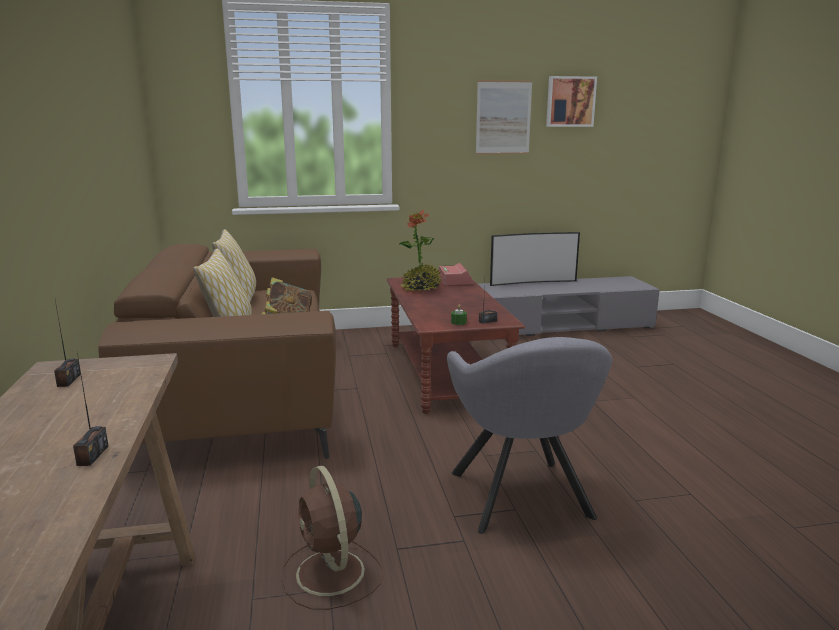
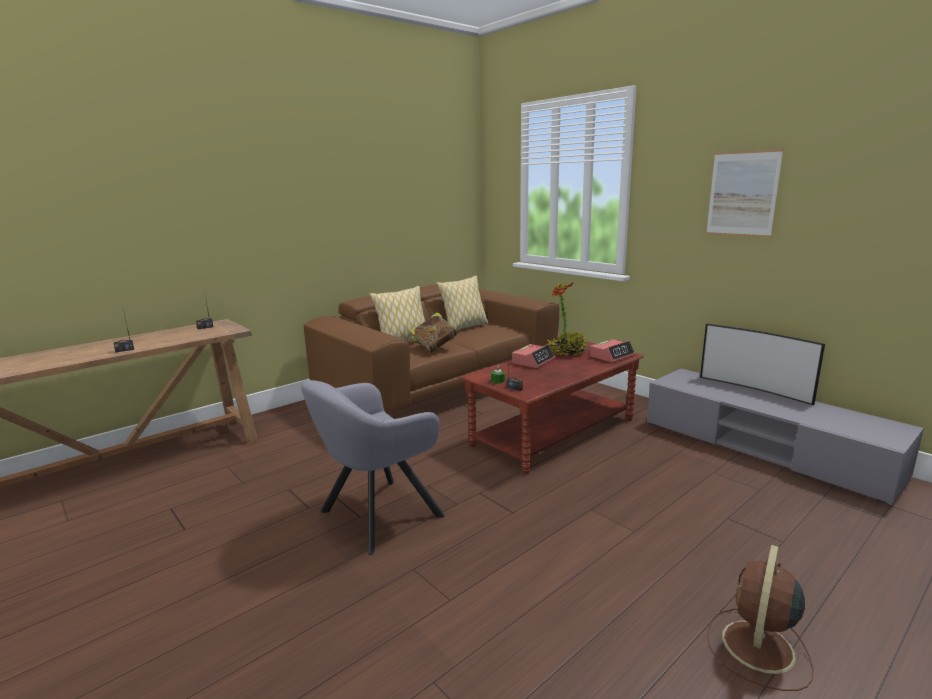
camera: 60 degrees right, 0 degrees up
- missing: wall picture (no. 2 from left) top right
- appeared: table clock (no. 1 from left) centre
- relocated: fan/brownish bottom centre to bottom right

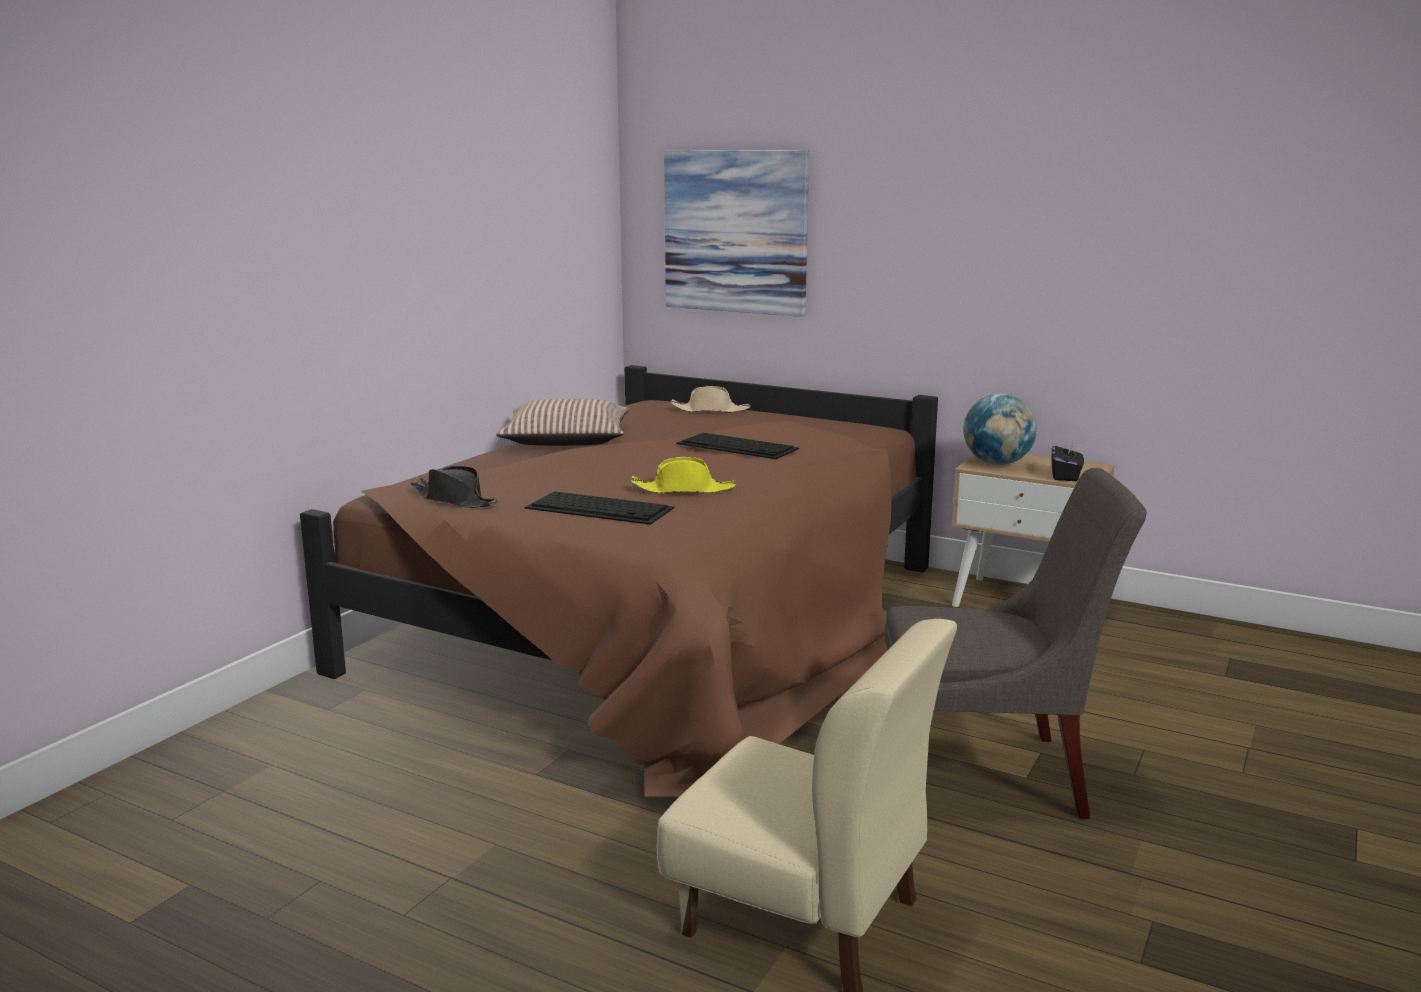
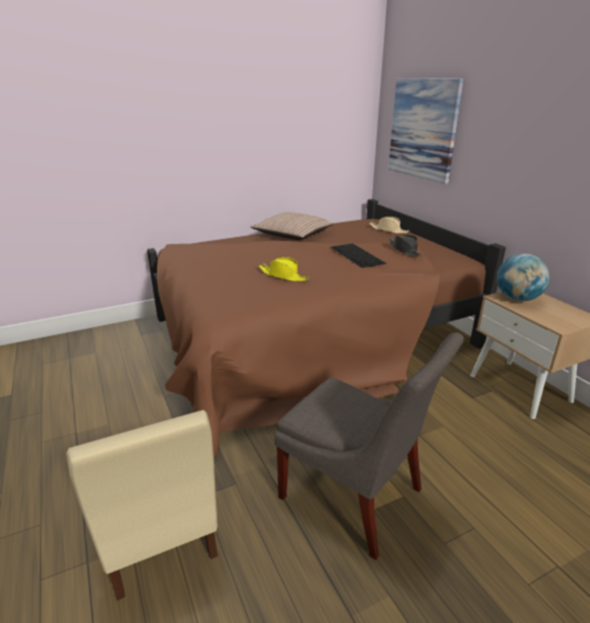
camera: 35 degrees right, 10 degrees up
- missing: computer keyboard (no. 1 from left) centre
- missing: tissue box/blackish middle right
- relocated: hat/blackish middle left to middle right

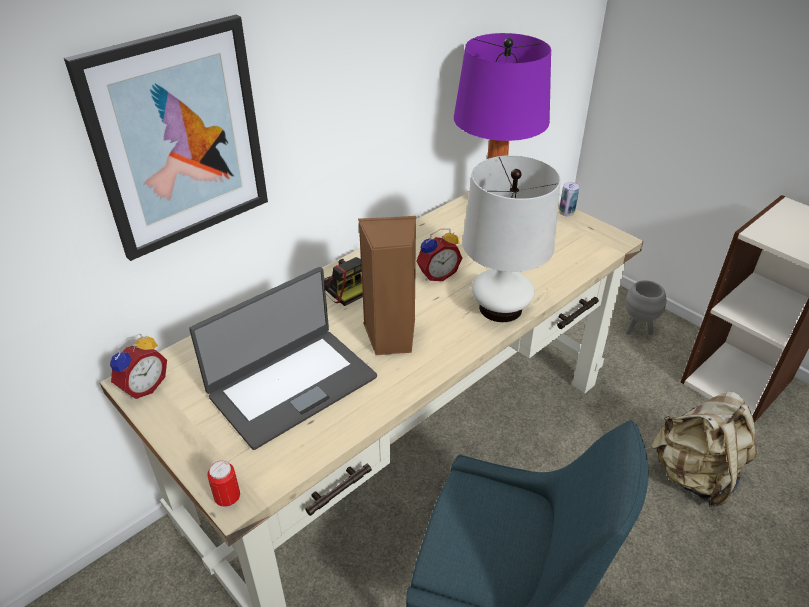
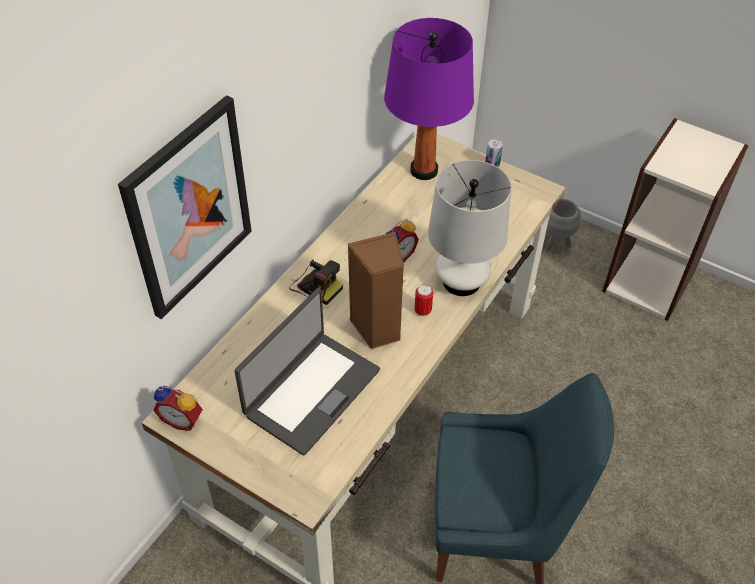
camera: 15 degrees left, 10 degrees up
- missing: backpack/beige-coloured bottom right
- relocated: metal can (no. 1 from left) bottom left to centre
- spun: table clock (no. 1 from left) middle left = bottom left 90 degrees clockwise

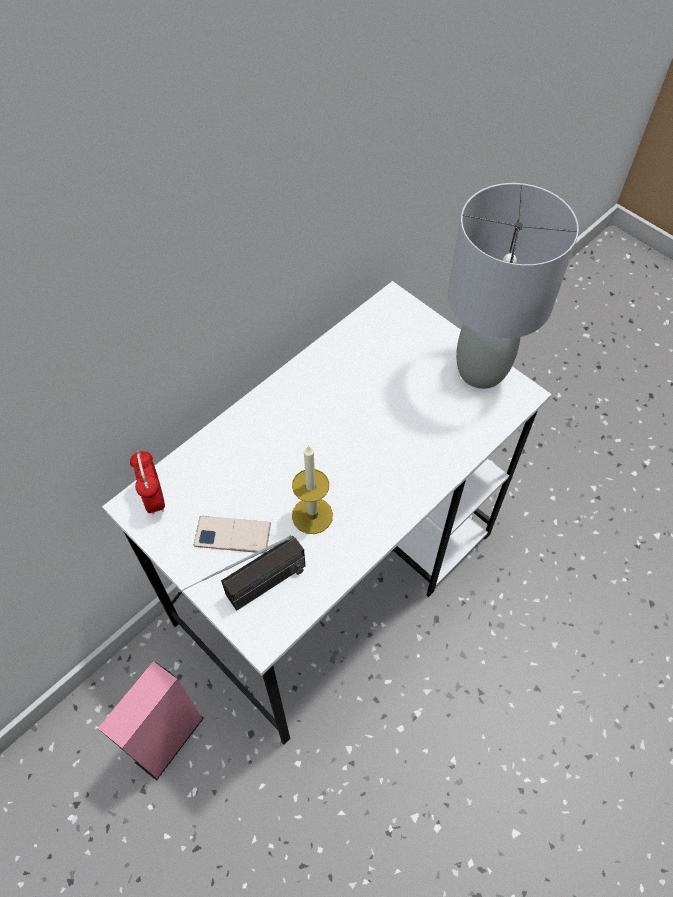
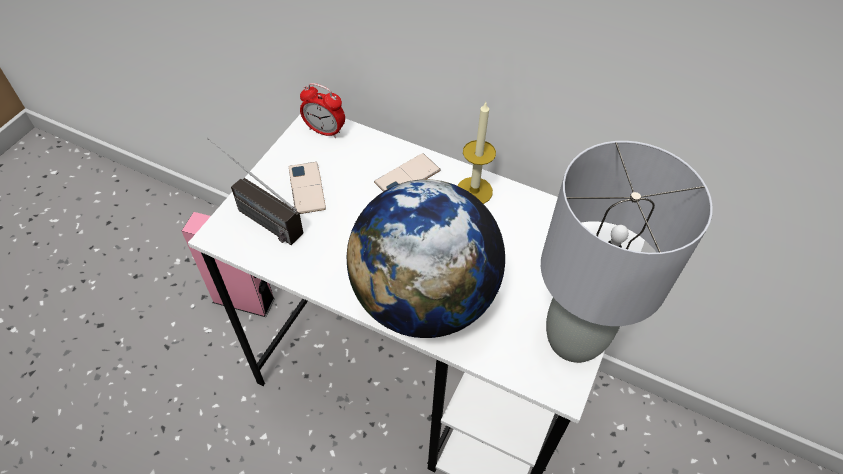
camera: 70 degrees right, 5 degrees down
- appeared: world globe centre
- appeared: phone (no. 2 from left) centre
- relocated: wax light centre to top centre
- spun: table clock middle left = top centre 120 degrees counterclockwise

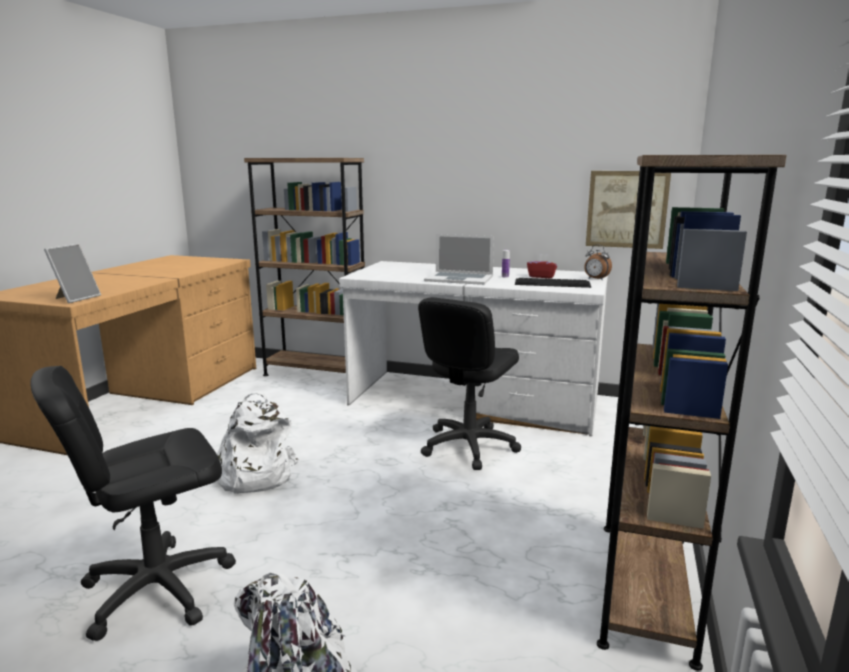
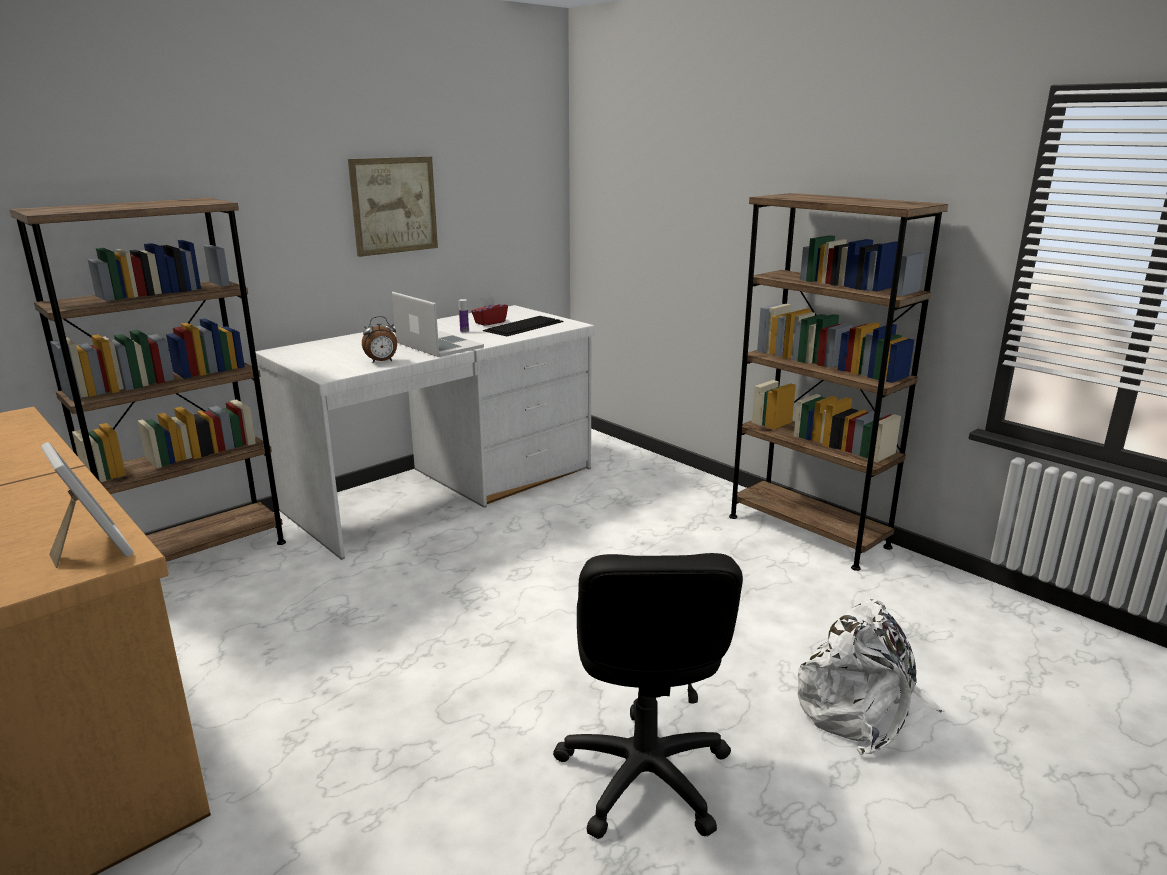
camera: 60 degrees left, 5 degrees up
- missing: backpack/white (no. 1 from left) middle left
- missing: computer chair/blackish (no. 2 from left) centre
- relocated: table clock middle right to middle left
- relocated: wall picture top right to top centre
- spun: laptop centre = centre 90 degrees counterclockwise

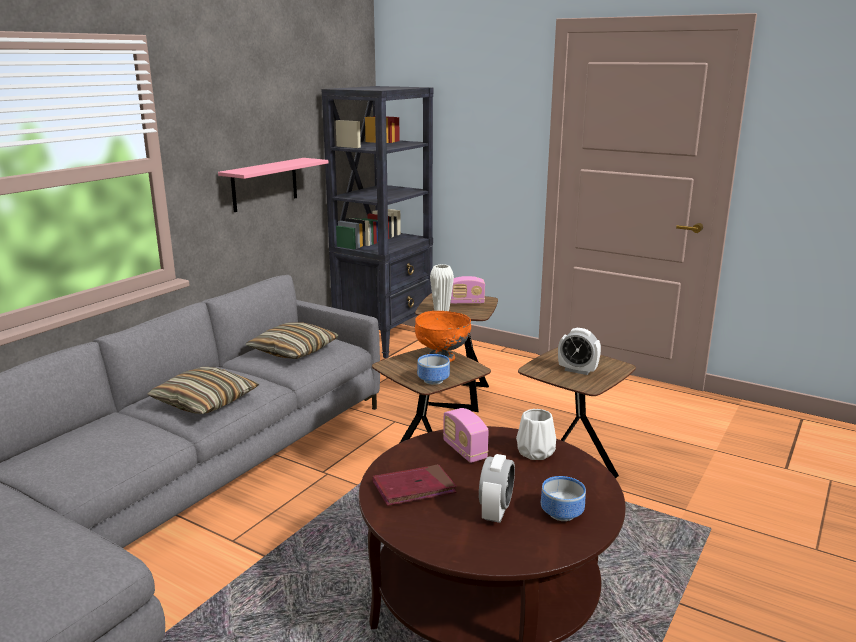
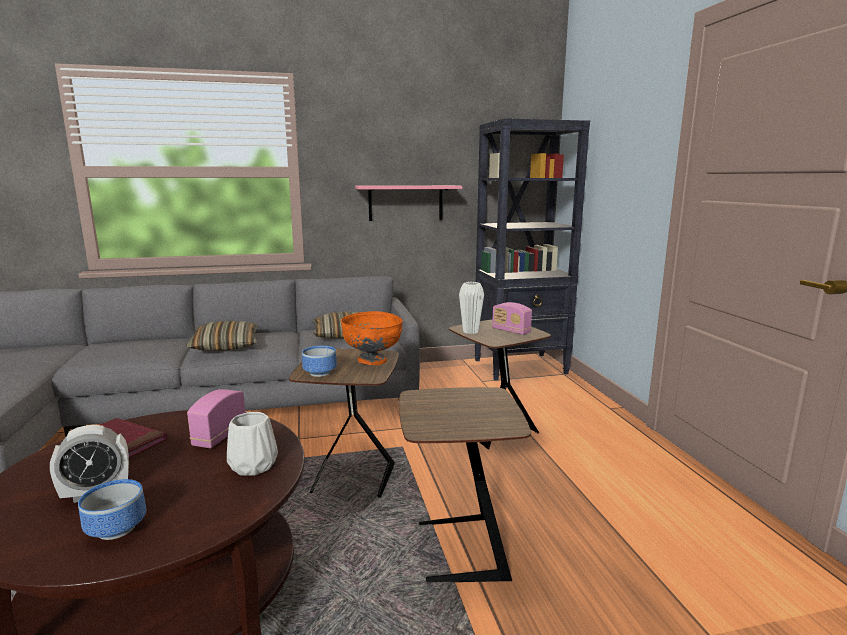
camera: 45 degrees right, 5 degrees down
- missing: table clock (no. 2 from left) middle right

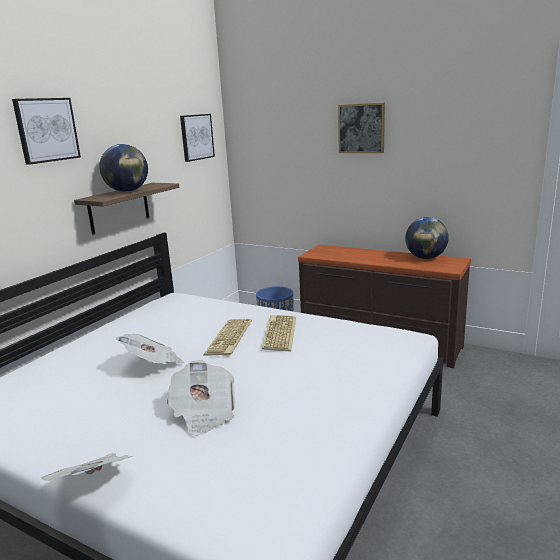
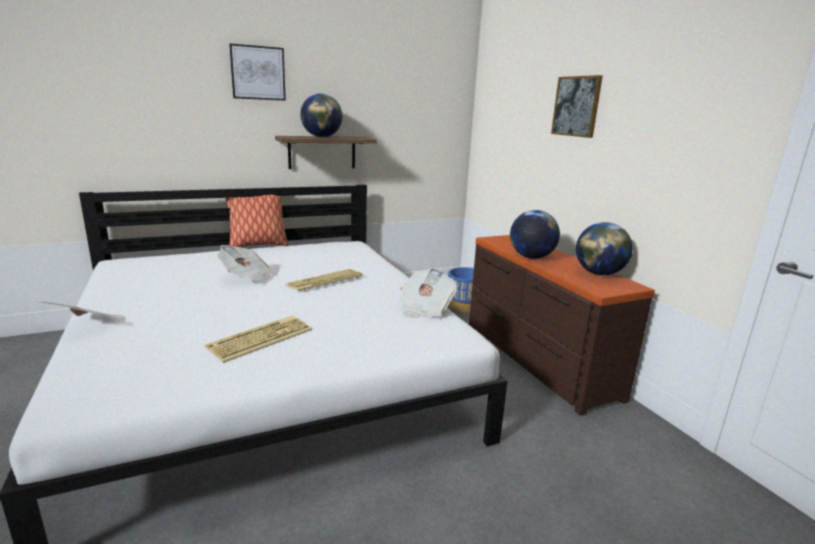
camera: 35 degrees right, 0 degrees up
- missing: wall picture (no. 2 from left) top centre
- appeared: throw pillow middle left
- appeared: world globe (no. 2 from left) centre
- relocated: newspaper (no. 3 from left) bottom centre to centre
- relocated: computer keyboard (no. 2 from left in the first image) centre to computer keyboard (no. 1 from left) middle left

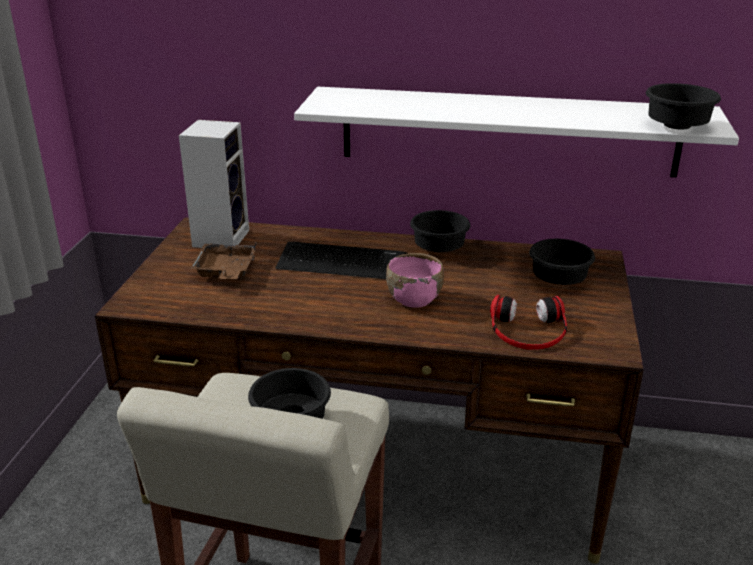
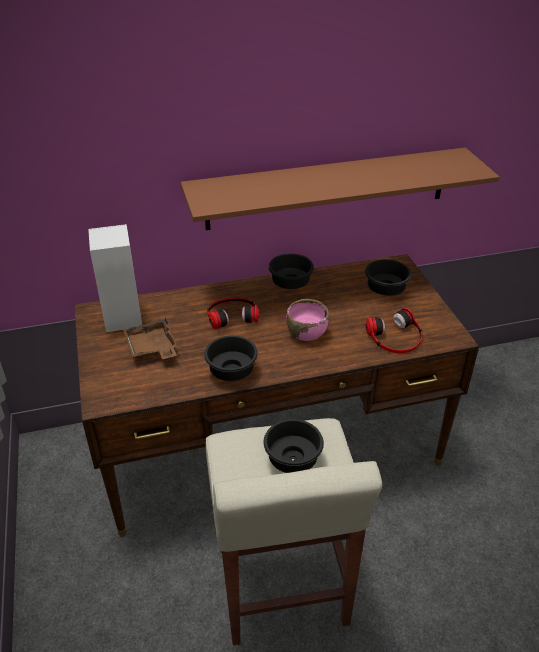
camera: 25 degrees left, 10 degrees up
- relocated: serving bowl/blackish (no. 4 from left in the first image) top right to serving bowl/blackish (no. 1 from left) centre
- exchanged: computer keyboard centre to headset (no. 1 from left) centre
- colour: bracket shelf/white top right to bracket shelf/brownish top centre

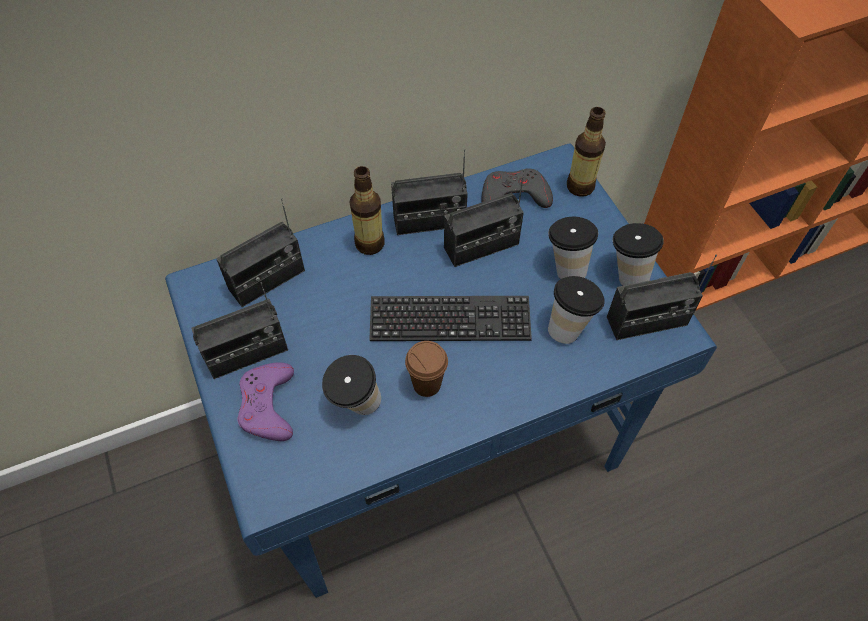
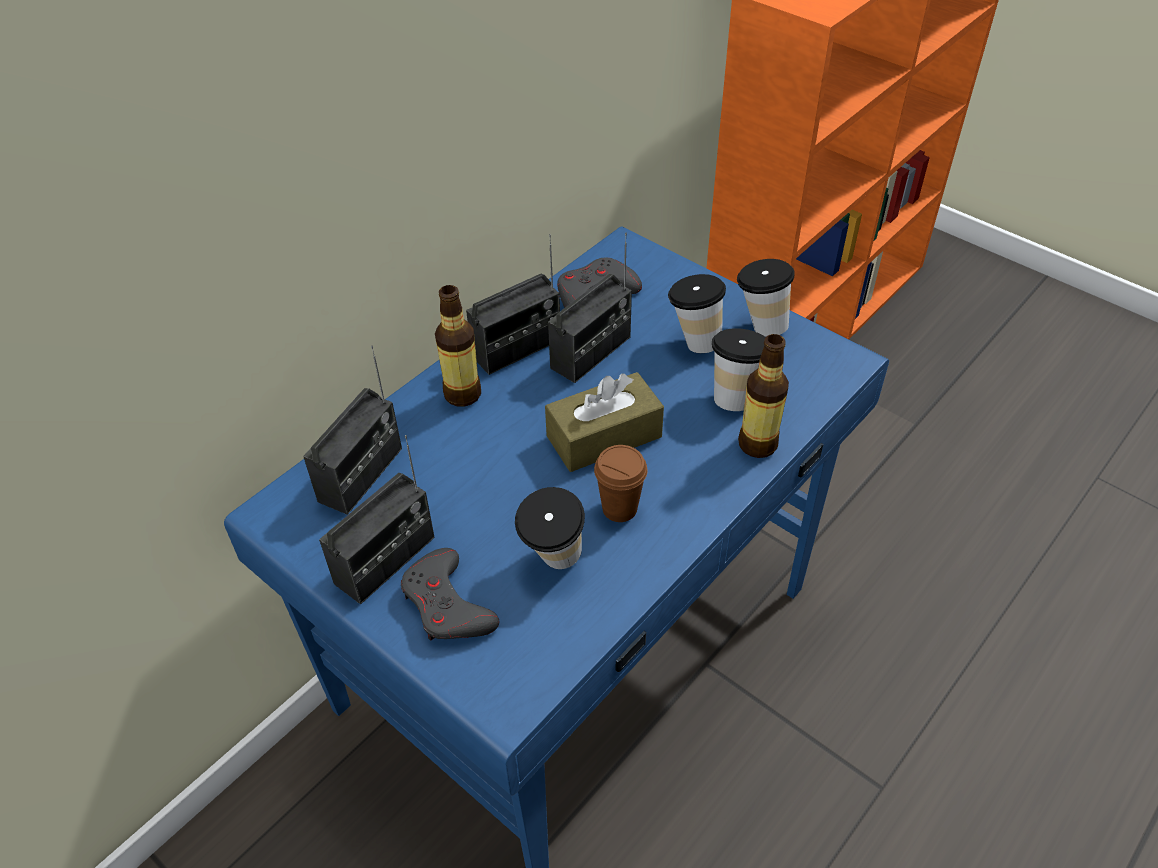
camera: 25 degrees left, 10 degrees down
- missing: radio receiver (no. 5 from left) middle right
- relocated: bottle (no. 2 from left) top right to centre
- exchanged: computer keyboard centre to tissue box/brownish centre
- colour: gamepad/purple middle left to gamepad/gray (no. 1 from left) bottom centre

